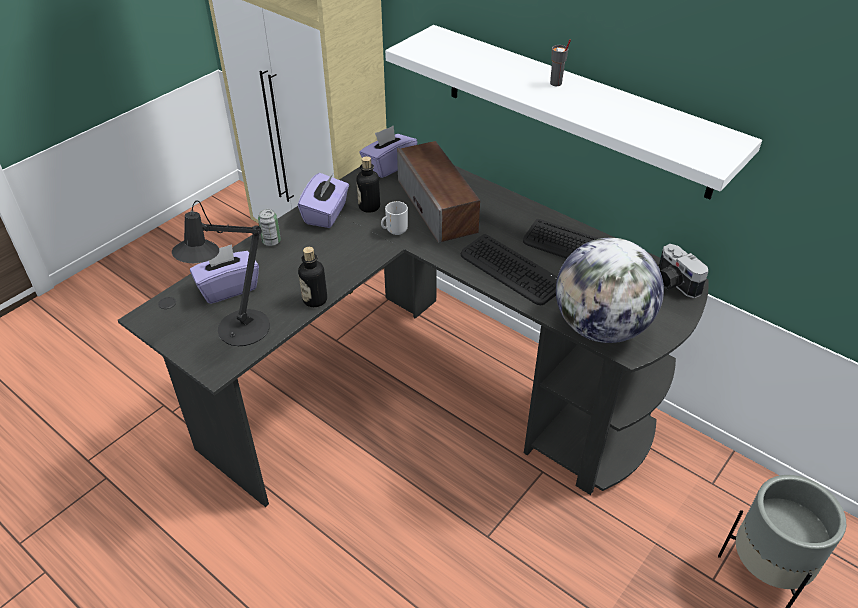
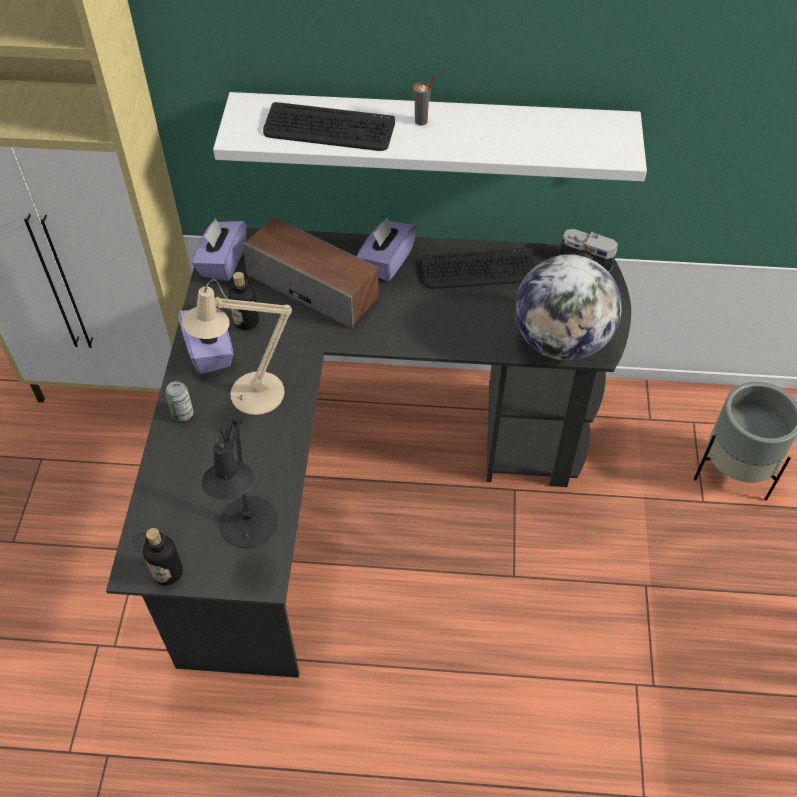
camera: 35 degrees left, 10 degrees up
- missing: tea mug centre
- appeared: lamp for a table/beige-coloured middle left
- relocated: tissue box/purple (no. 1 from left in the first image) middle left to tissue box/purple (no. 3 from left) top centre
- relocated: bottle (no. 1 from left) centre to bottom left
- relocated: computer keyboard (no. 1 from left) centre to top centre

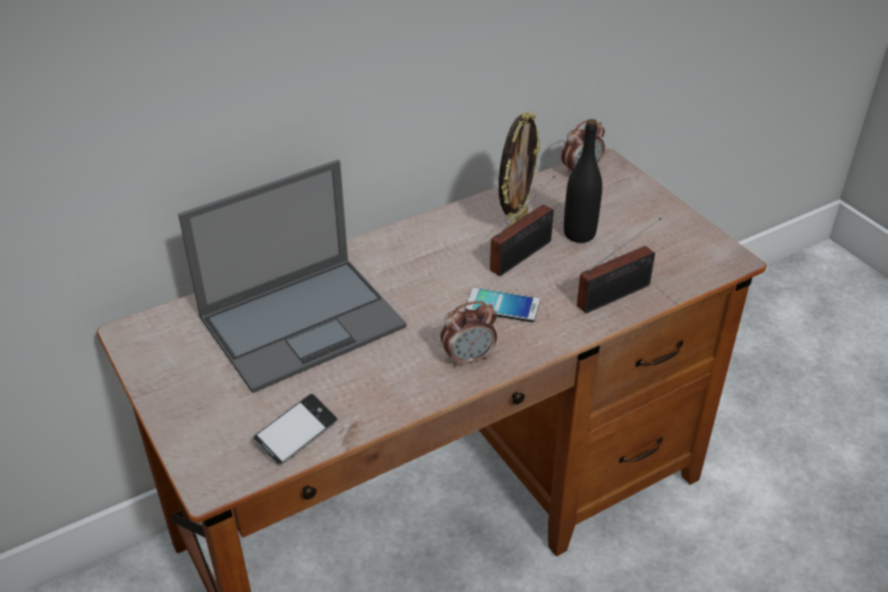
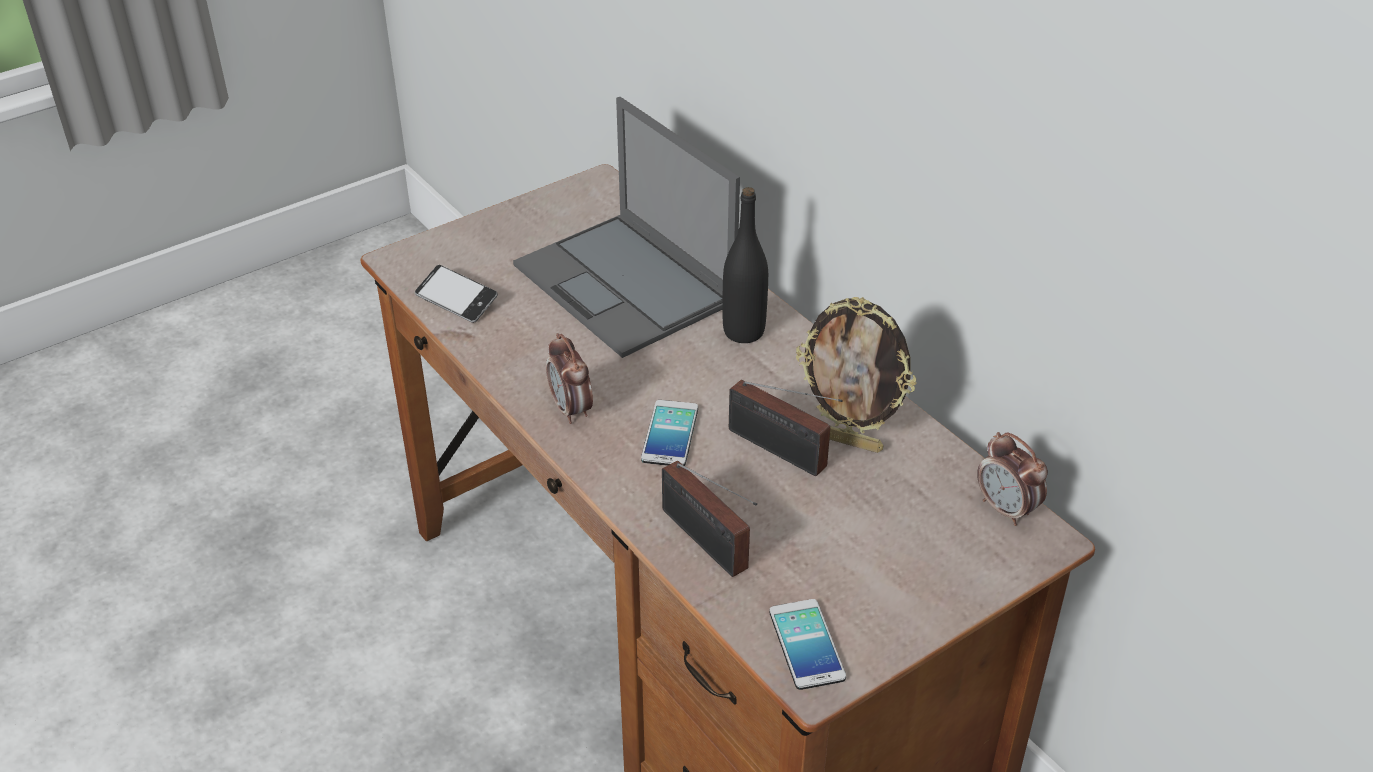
camera: 85 degrees right, 0 degrees up
- appeared: phone (no. 3 from left) bottom centre
- relocated: bottle/blackish top centre to centre

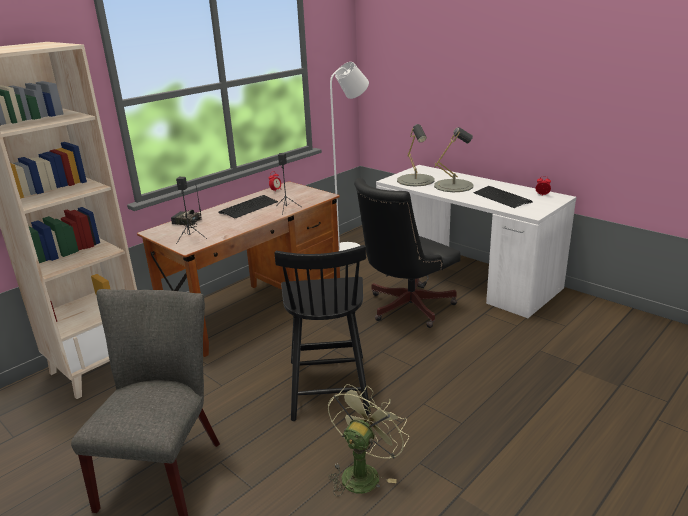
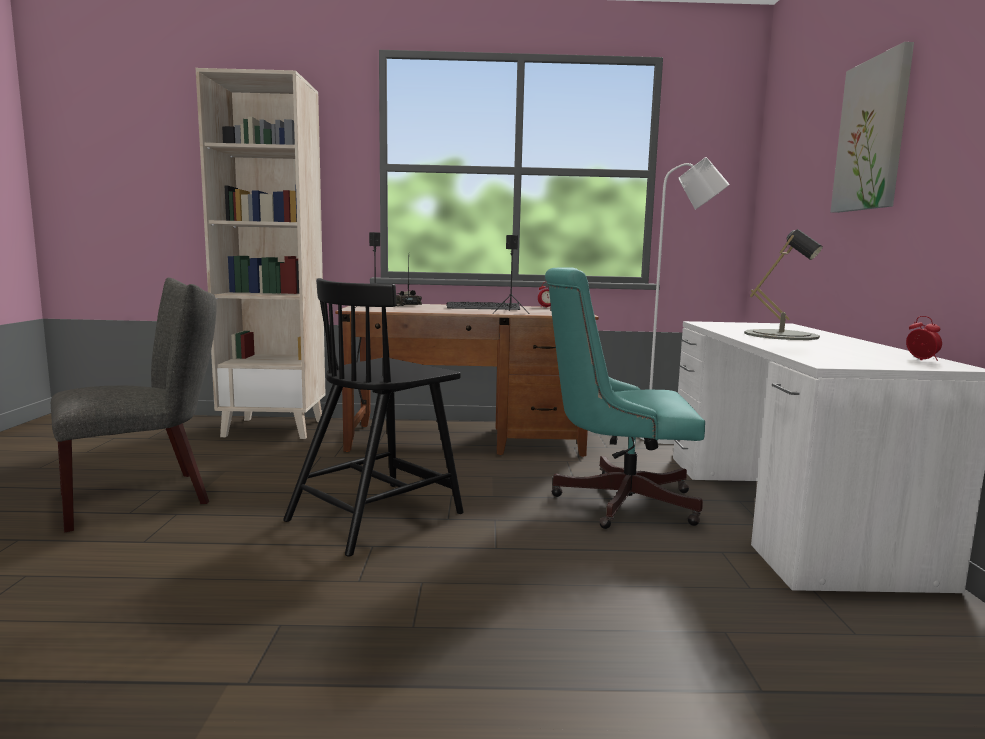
camera: 45 degrees right, 15 degrees down
- missing: fan/green-coloured bottom centre
- missing: lamp for a table/gray (no. 1 from left) top centre
- missing: computer keyboard (no. 2 from left) middle right
- appeared: wall picture top right
- colour: computer chair/blackish centre to computer chair/turquoise-coloured centre

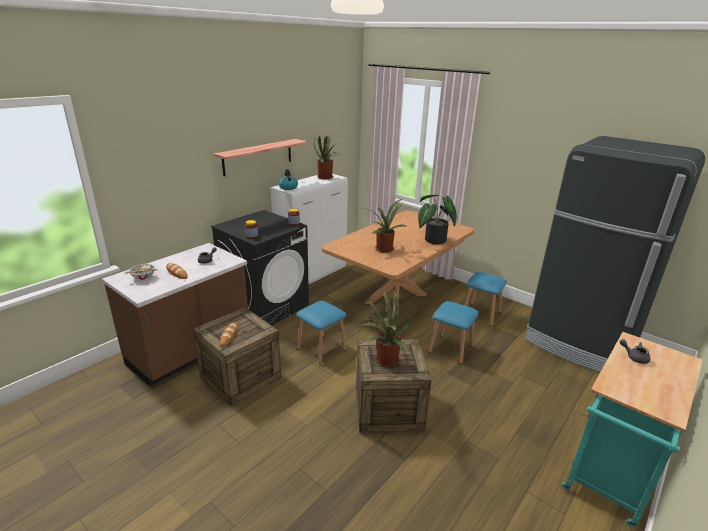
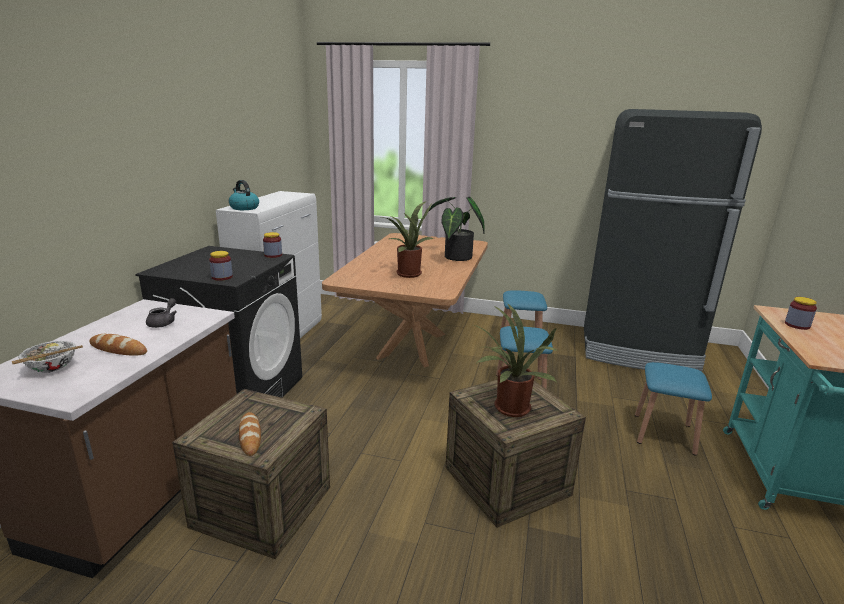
camera: 25 degrees left, 5 degrees down
- missing: bracket shelf top centre
- missing: houseplant (no. 1 from left) top centre
- relocated: sitting stool/blue (no. 1 from left in the first image) centre to sitting stool/blue (no. 3 from left) bottom right
- exchanged: teapot/gray (no. 2 from left) middle right to storage jar (no. 3 from left) middle right

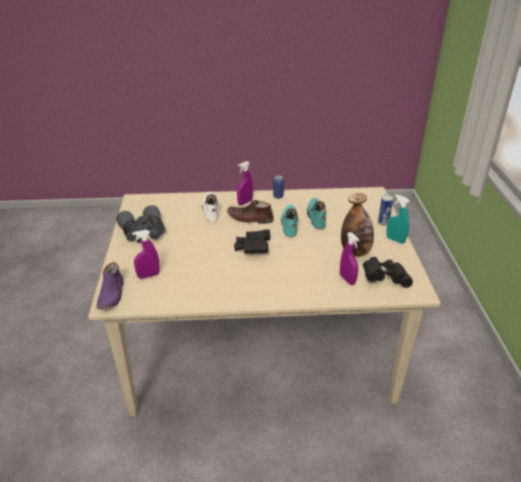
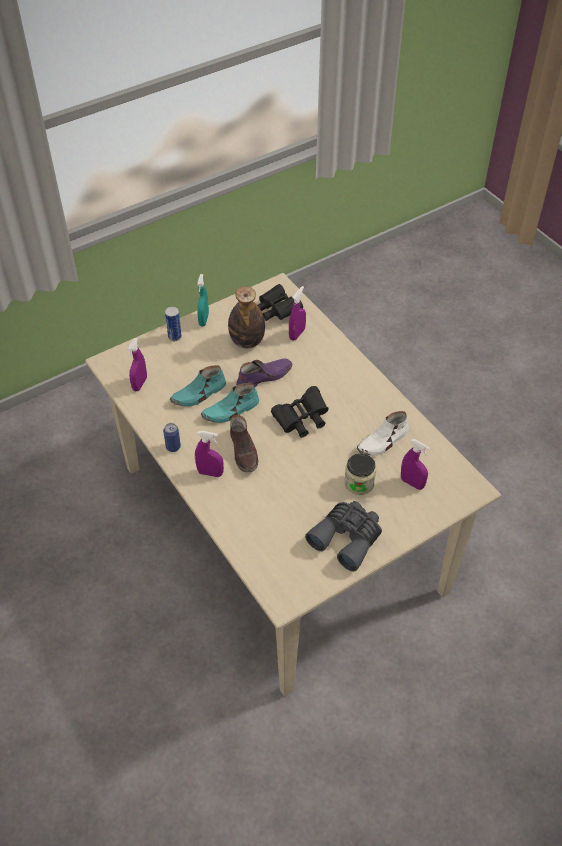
camera: 120 degrees left, 15 degrees up
- appeared: hand sprayer/purple (no. 1 from left) middle left
- appeared: storage jar centre
- relocated: shoe/purple middle left to centre
- relocated: shoe/white centre to middle right

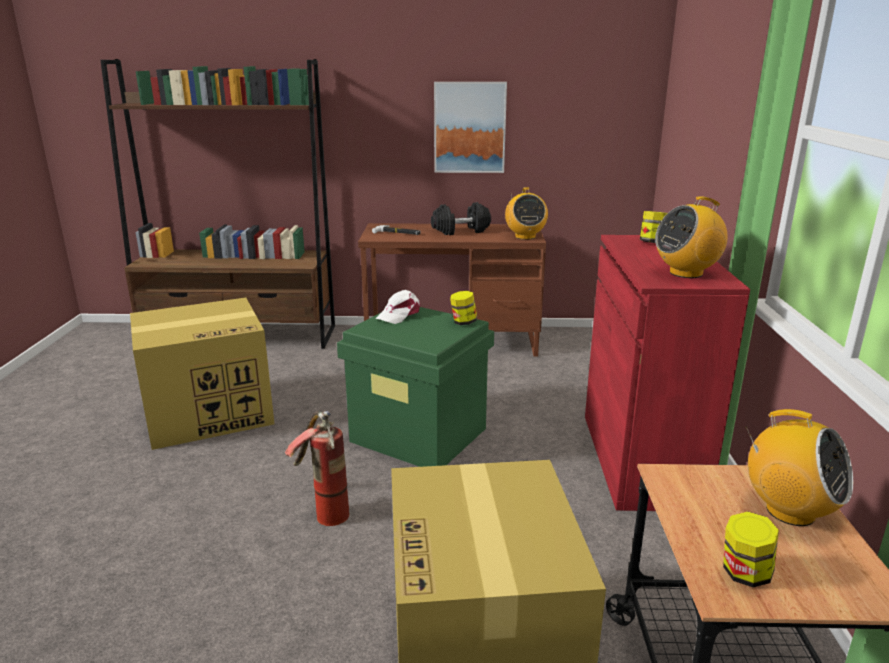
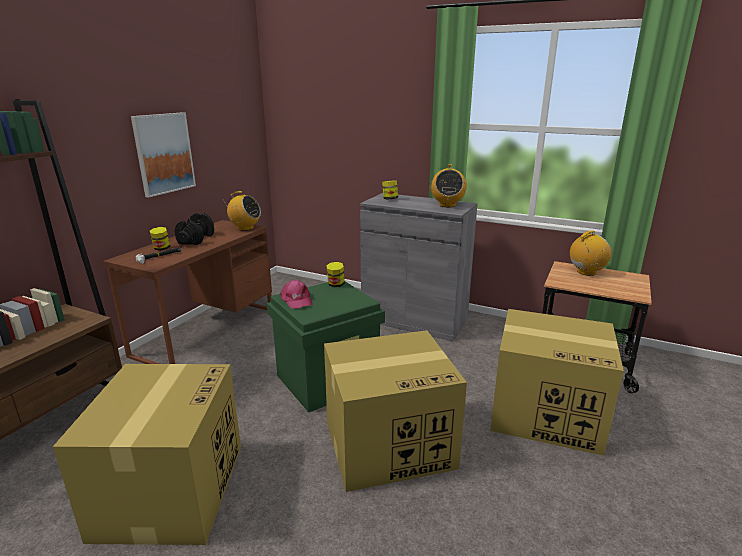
camera: 65 degrees left, 0 degrees up
- relocated: storage jar (no. 3 from left in the first image) bottom right to storage jar (no. 1 from left) middle left
- exchanged: fire extinguisher bottom centre to cardboard box (no. 2 from left) bottom centre
- colour: peaked cap/white centre to peaked cap/pink-coloured centre
- colour: cabinet/red-coloured middle right to cabinet/gray centre

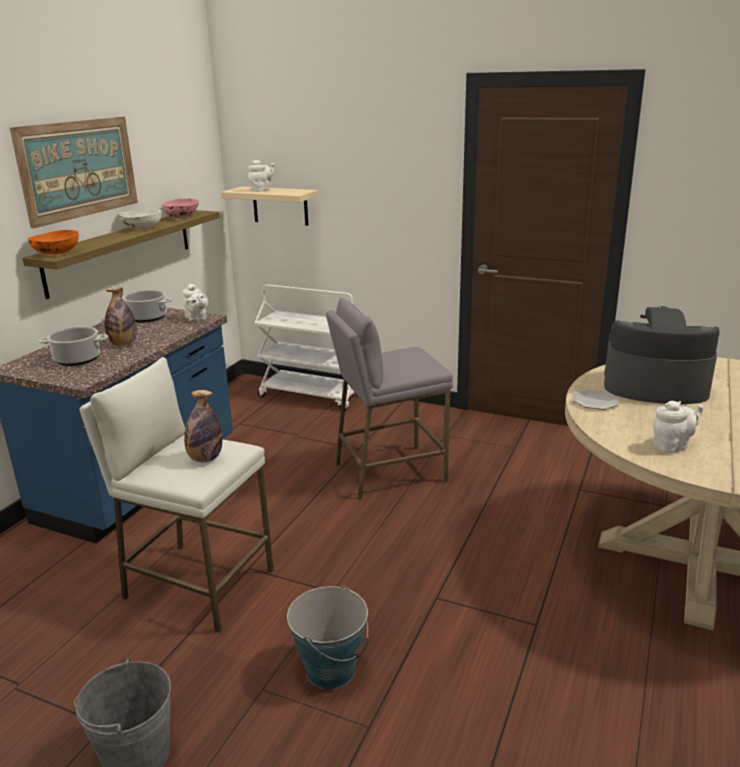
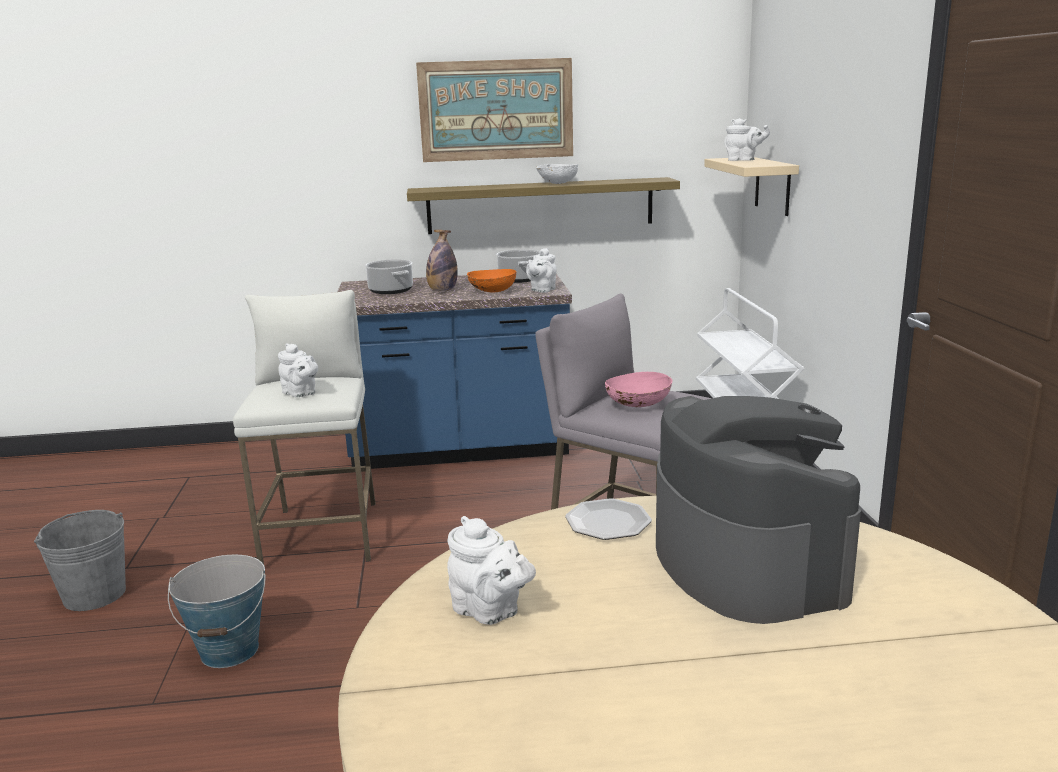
camera: 60 degrees right, 5 degrees down
- relocated: serving bowl/orange top left to centre
- relocated: serving bowl/pink-coloured top left to centre
- exchanged: bottle (no. 2 from left) middle left to teapot/white (no. 1 from left) middle left

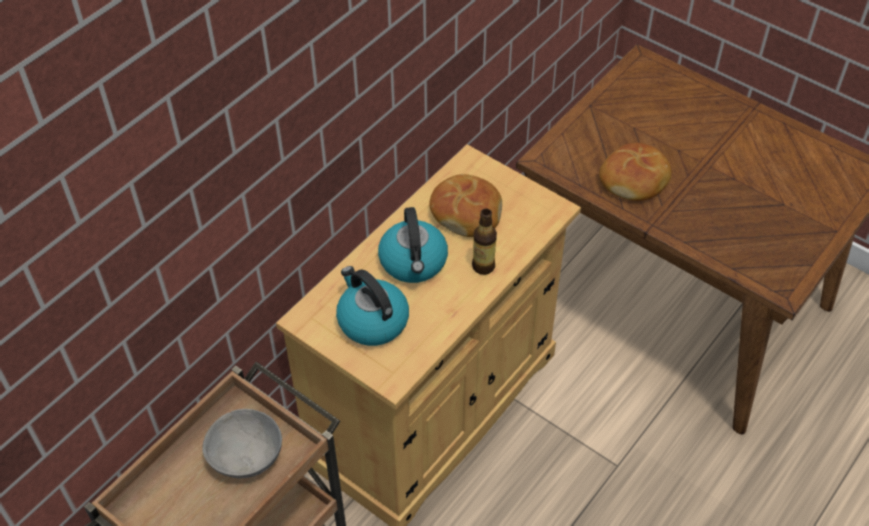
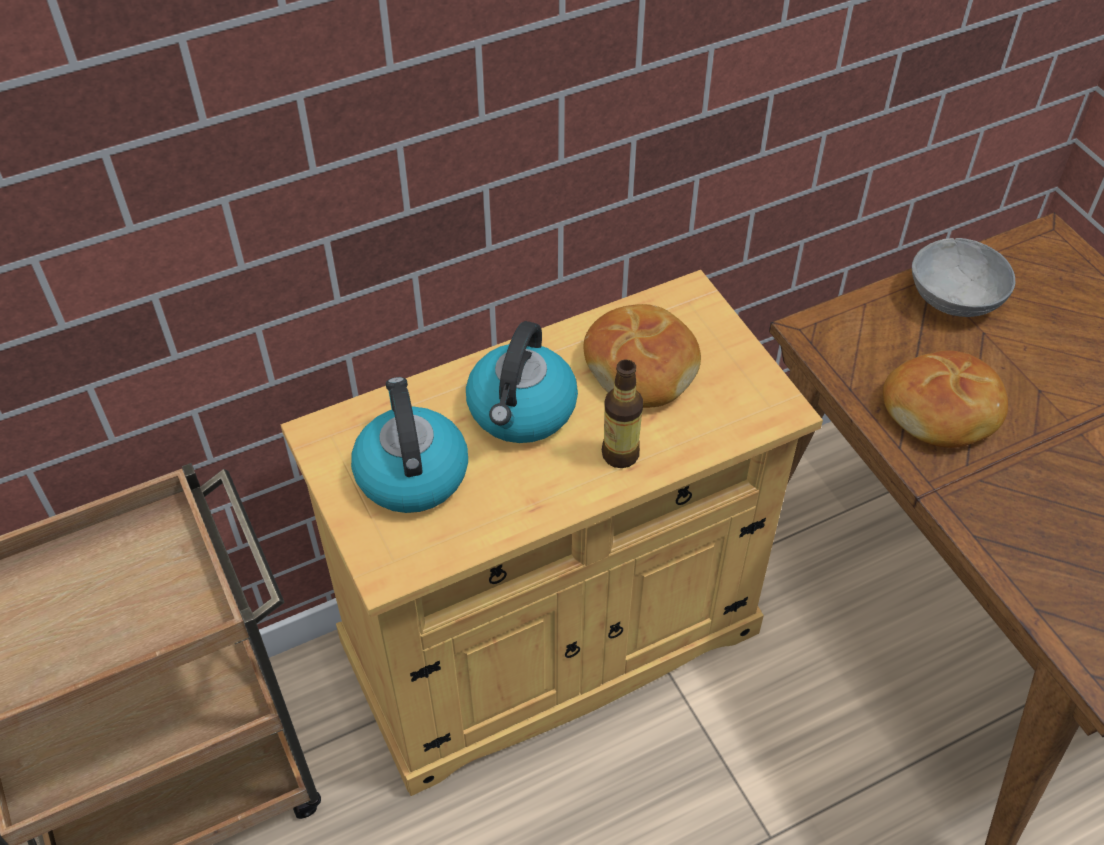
camera: 25 degrees right, 0 degrees up
- relocated: serving bowl/gray bottom left to top right

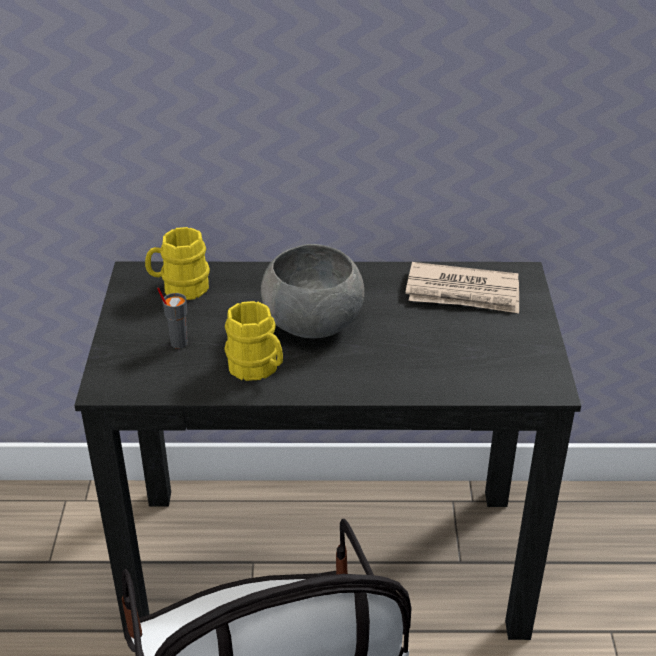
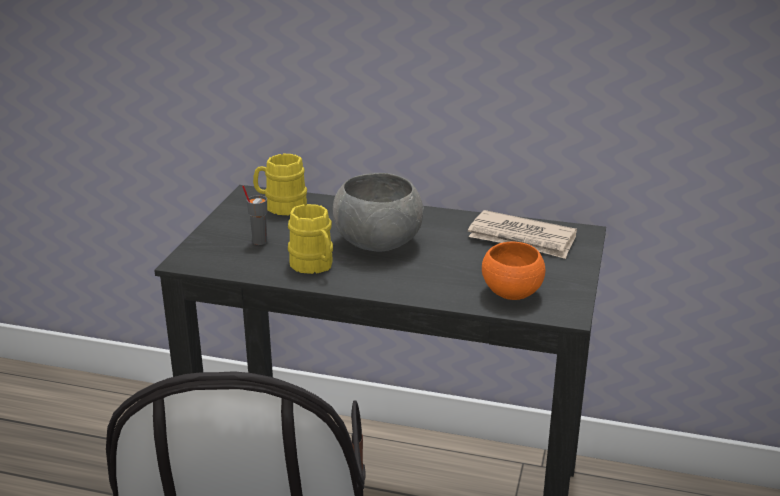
camera: 15 degrees right, 10 degrees down
- appeared: serving bowl/orange centre

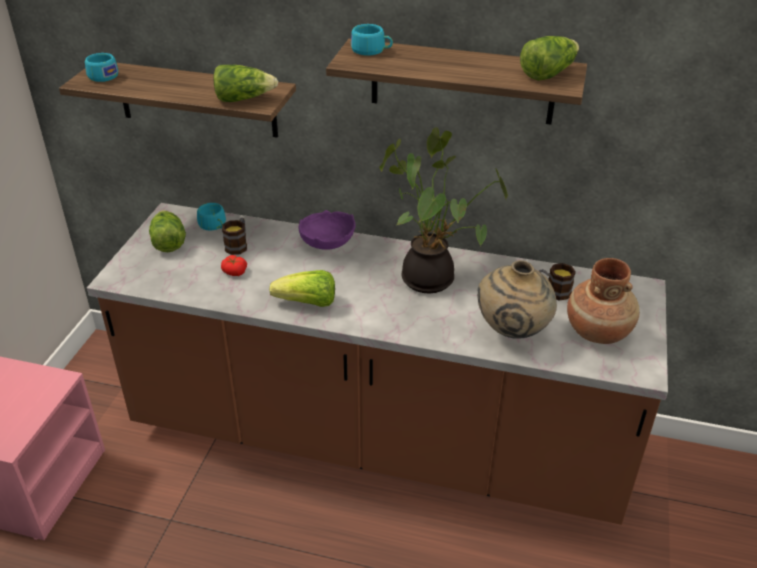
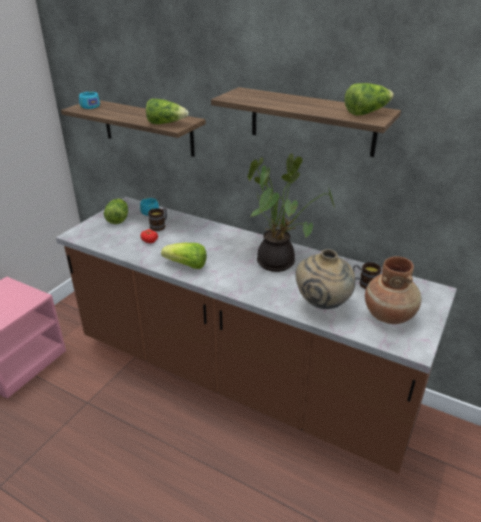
camera: 15 degrees right, 5 degrees down
- missing: serving bowl/purple centre
- missing: cup/turquoise-coloured (no. 3 from left) top centre

